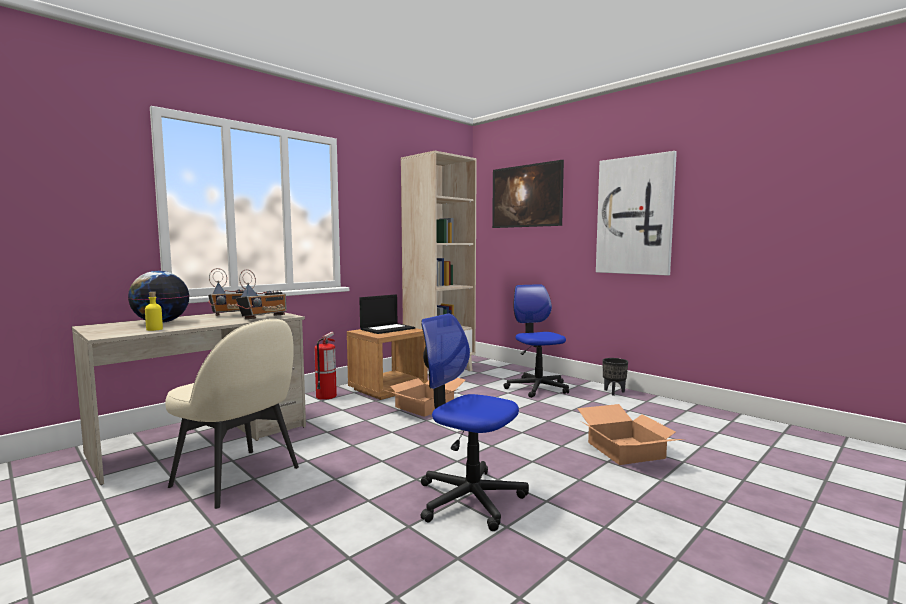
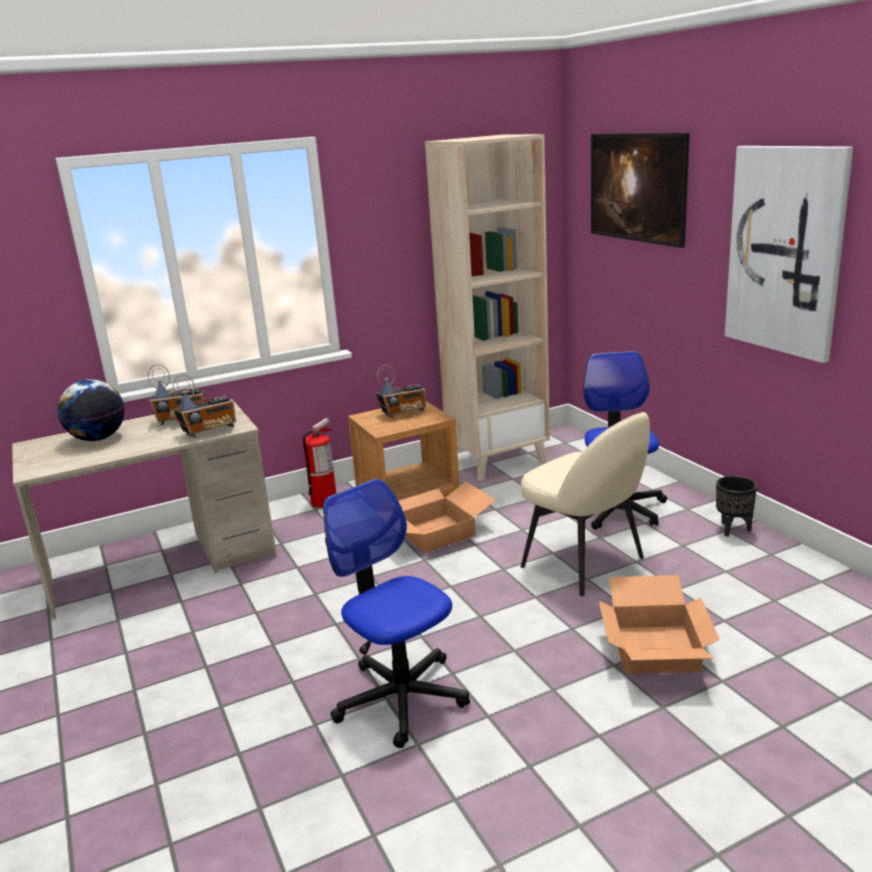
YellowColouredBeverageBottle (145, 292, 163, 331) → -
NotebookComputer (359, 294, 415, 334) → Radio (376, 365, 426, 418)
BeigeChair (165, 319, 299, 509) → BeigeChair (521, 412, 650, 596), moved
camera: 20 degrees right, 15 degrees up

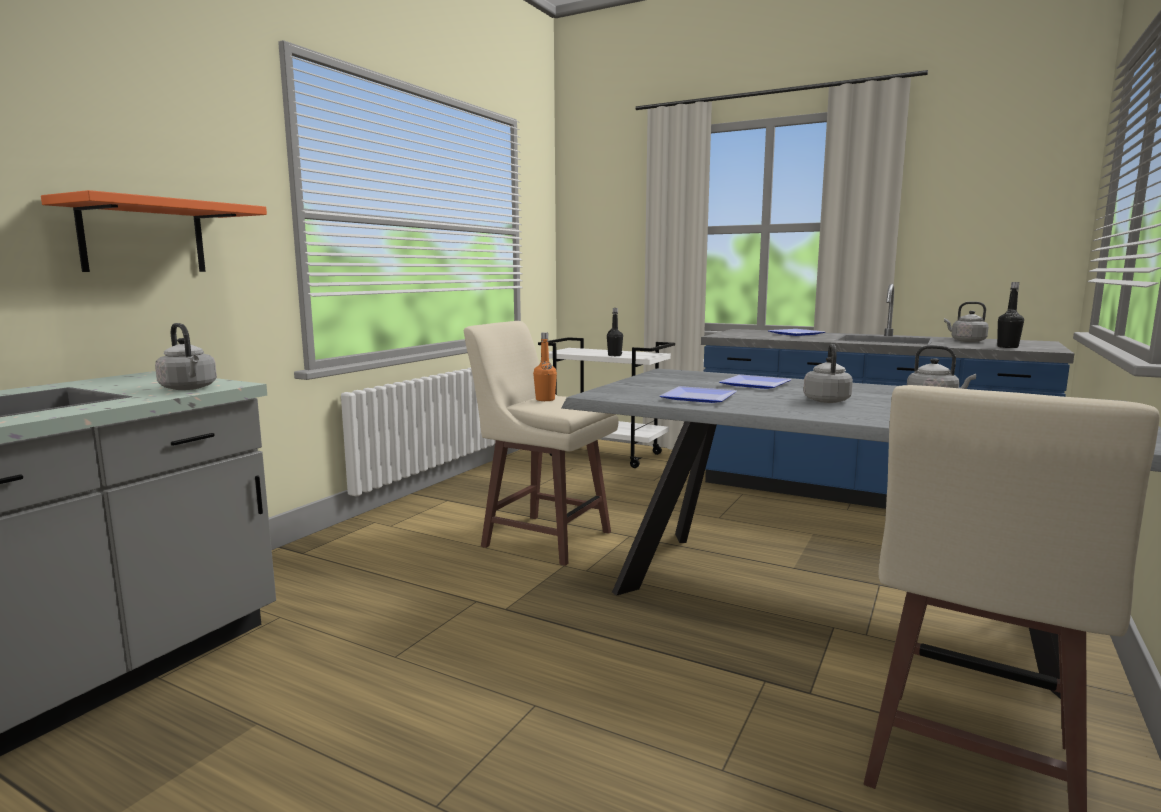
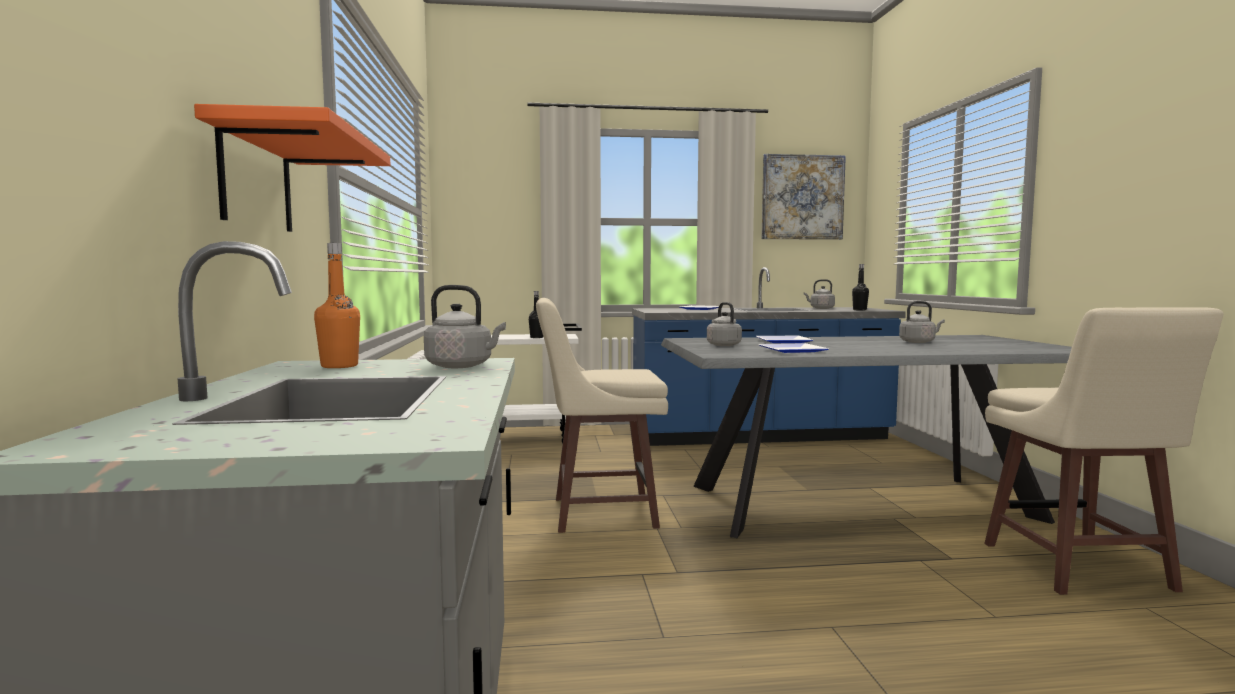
OrangeColouredBeverageBottle (533, 332, 557, 401) → OrangeColouredBeverageBottle (314, 243, 360, 368), moved
GreyWaterKettle (803, 344, 853, 403) → GreyWaterKettle (707, 302, 742, 346), moved
- → WallPicture (762, 154, 846, 240)
camera: 35 degrees left, 5 degrees down

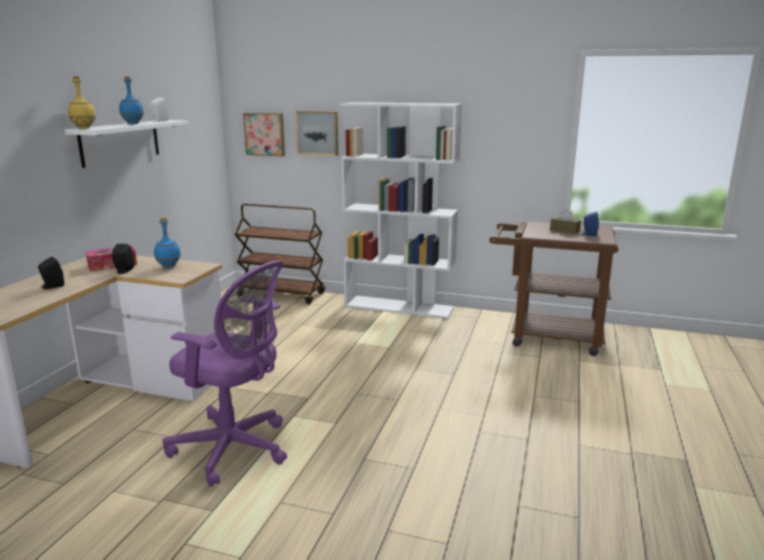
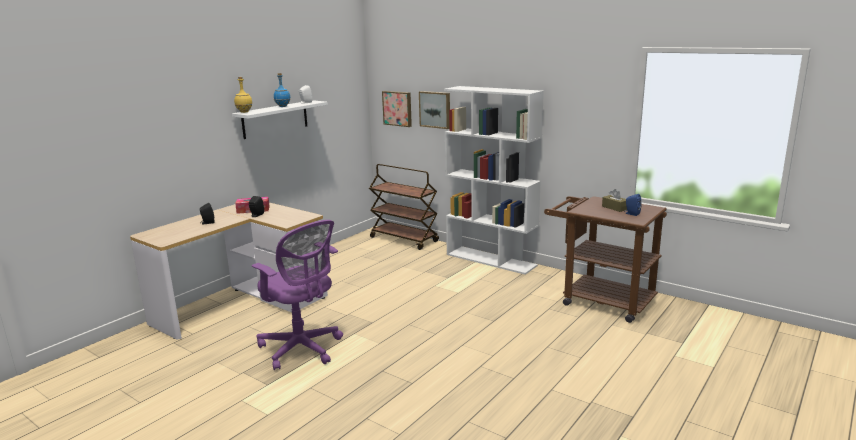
BluishBeverageBottle (154, 217, 181, 268) → -
camera: 20 degrees right, 0 degrees up

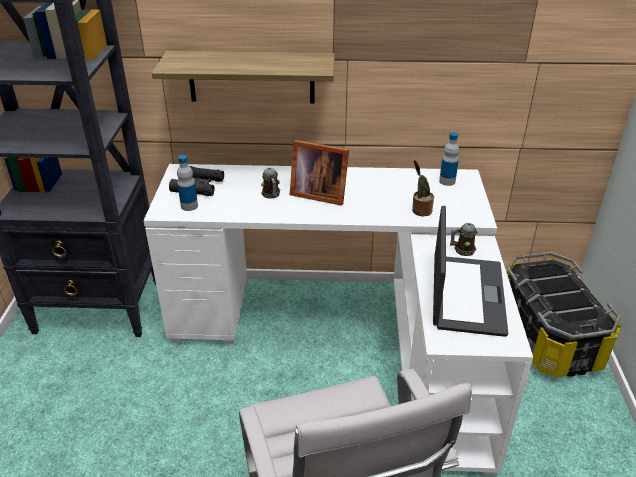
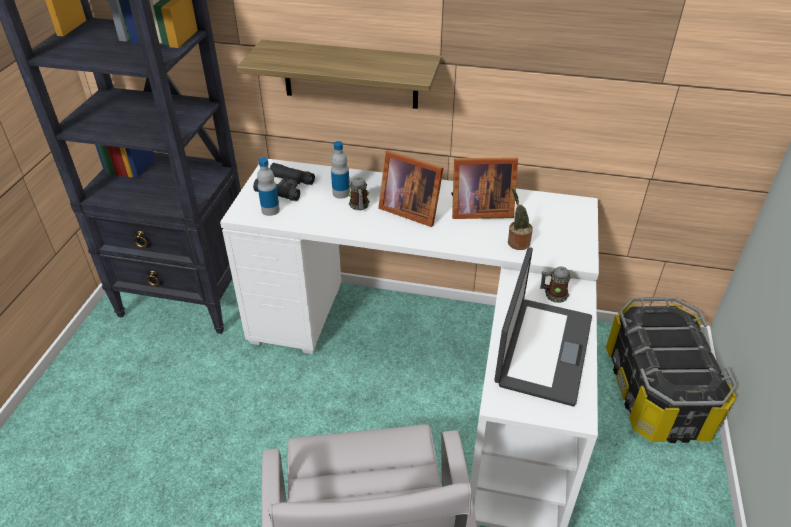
BeverageBottle (439, 132, 459, 186) → BeverageBottle (331, 141, 350, 199), moved
- → PhotoFrame (451, 157, 518, 219)
camera: 10 degrees right, 5 degrees up

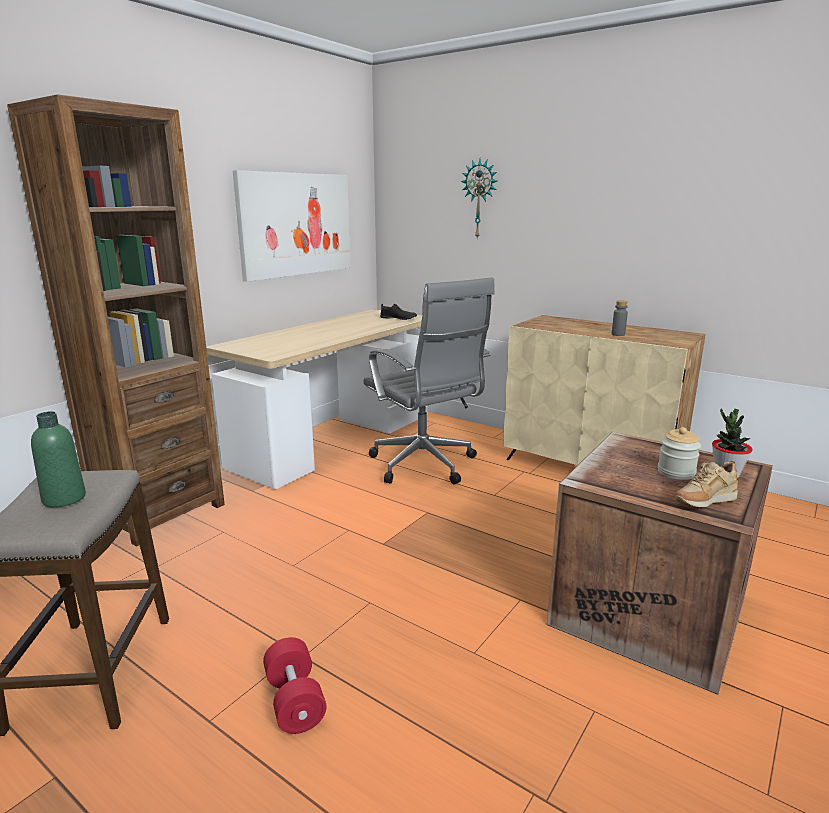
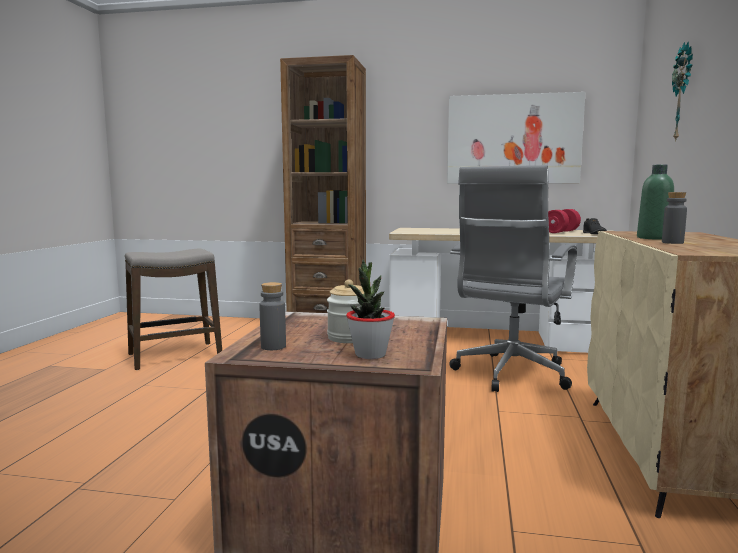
GreenBeverageBottle (31, 411, 86, 508) → GreenBeverageBottle (637, 164, 674, 240), moved
BeigeShoe (675, 461, 738, 507) → GreyBeverageBottle (259, 282, 286, 350)
RedColouredFreeWeight (263, 637, 326, 734) → RedColouredFreeWeight (548, 209, 581, 233), moved
camera: 65 degrees right, 10 degrees down

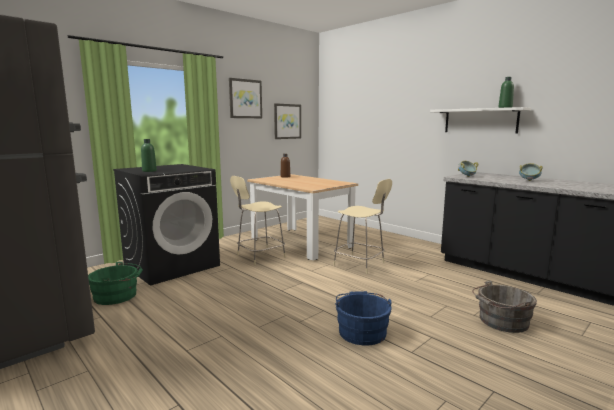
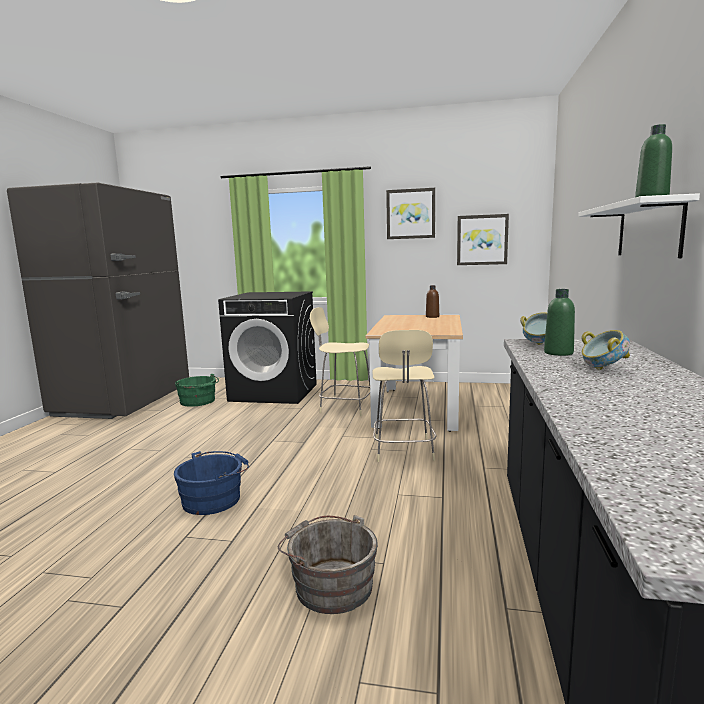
GreenBeverageBottle (141, 139, 157, 172) → GreenBeverageBottle (544, 289, 575, 356), moved
camera: 55 degrees right, 0 degrees up

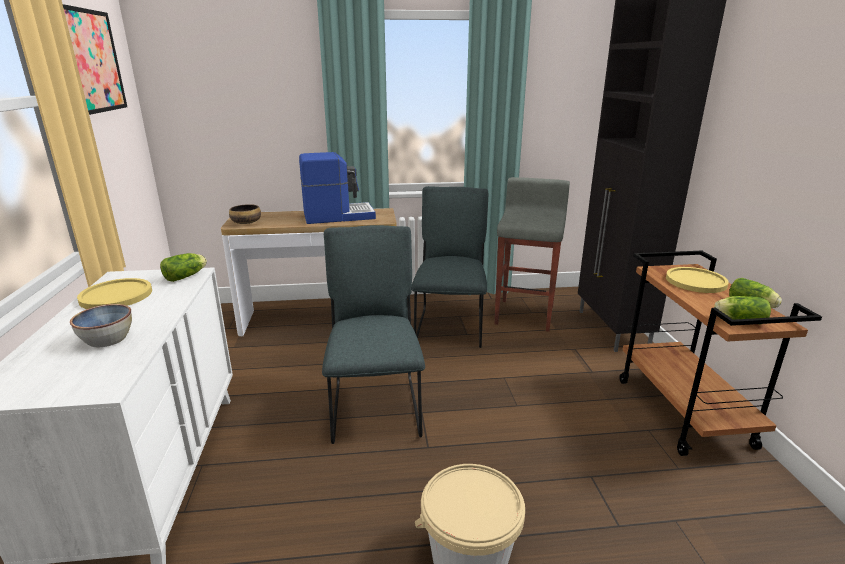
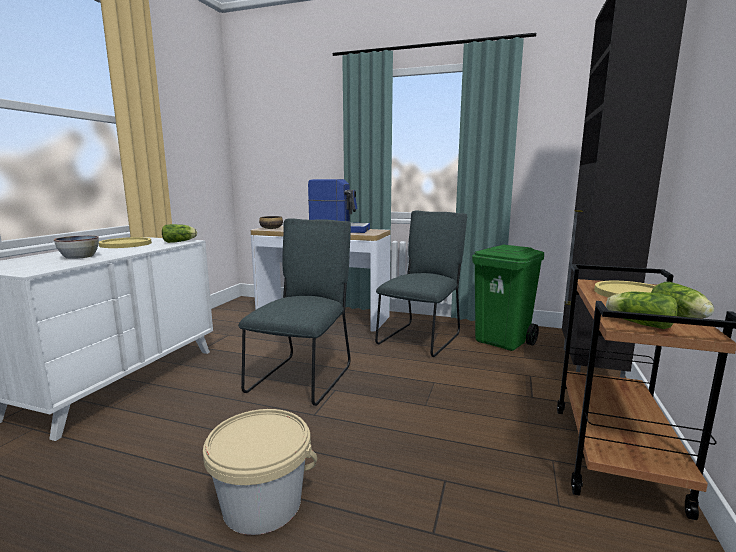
WallPicture (63, 4, 127, 115) → -
GreyStool (494, 177, 570, 332) → GreenWasteBin (472, 245, 544, 351)
camera: 25 degrees right, 10 degrees down

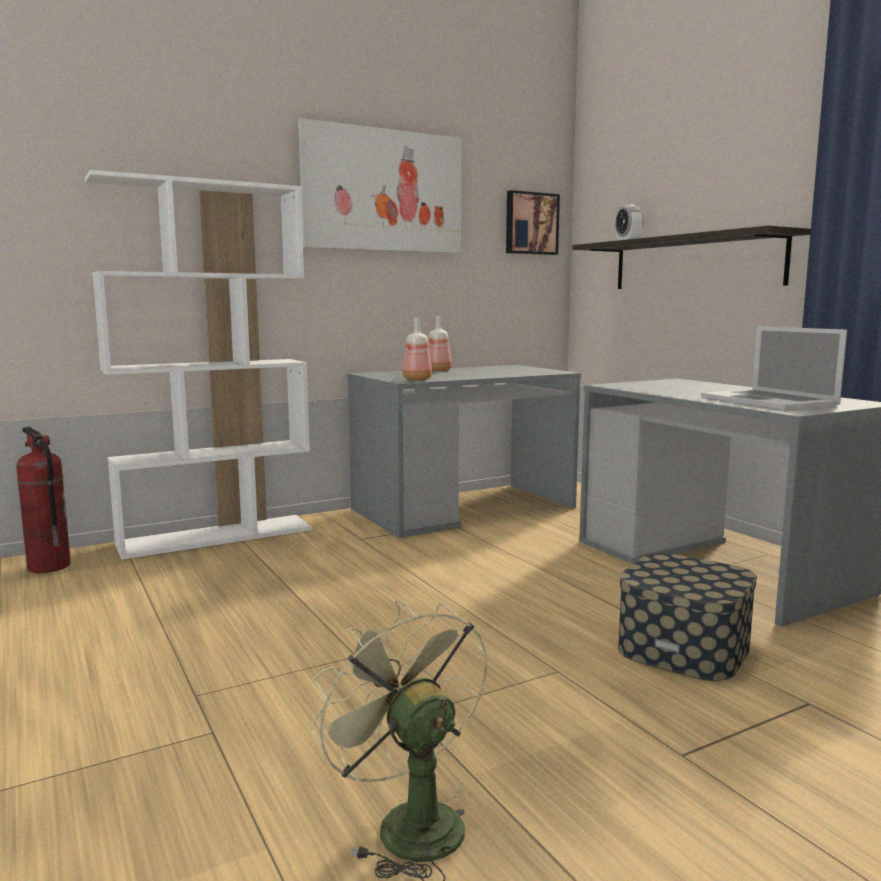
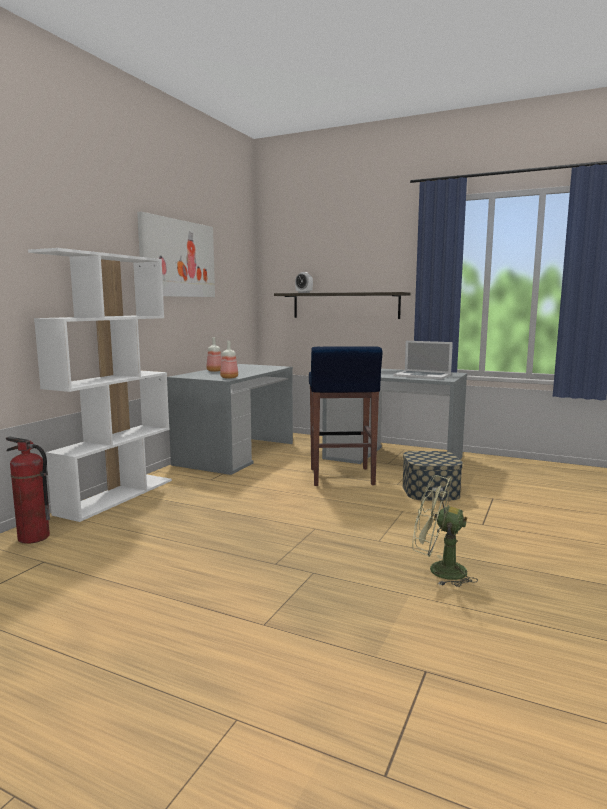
WallPicture (506, 190, 560, 255) → -
- → BluishStool (309, 346, 383, 486)
camera: 35 degrees left, 0 degrees up

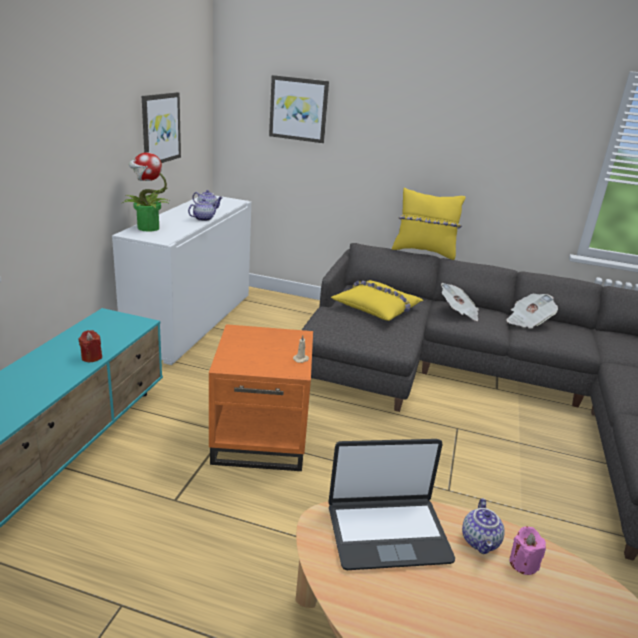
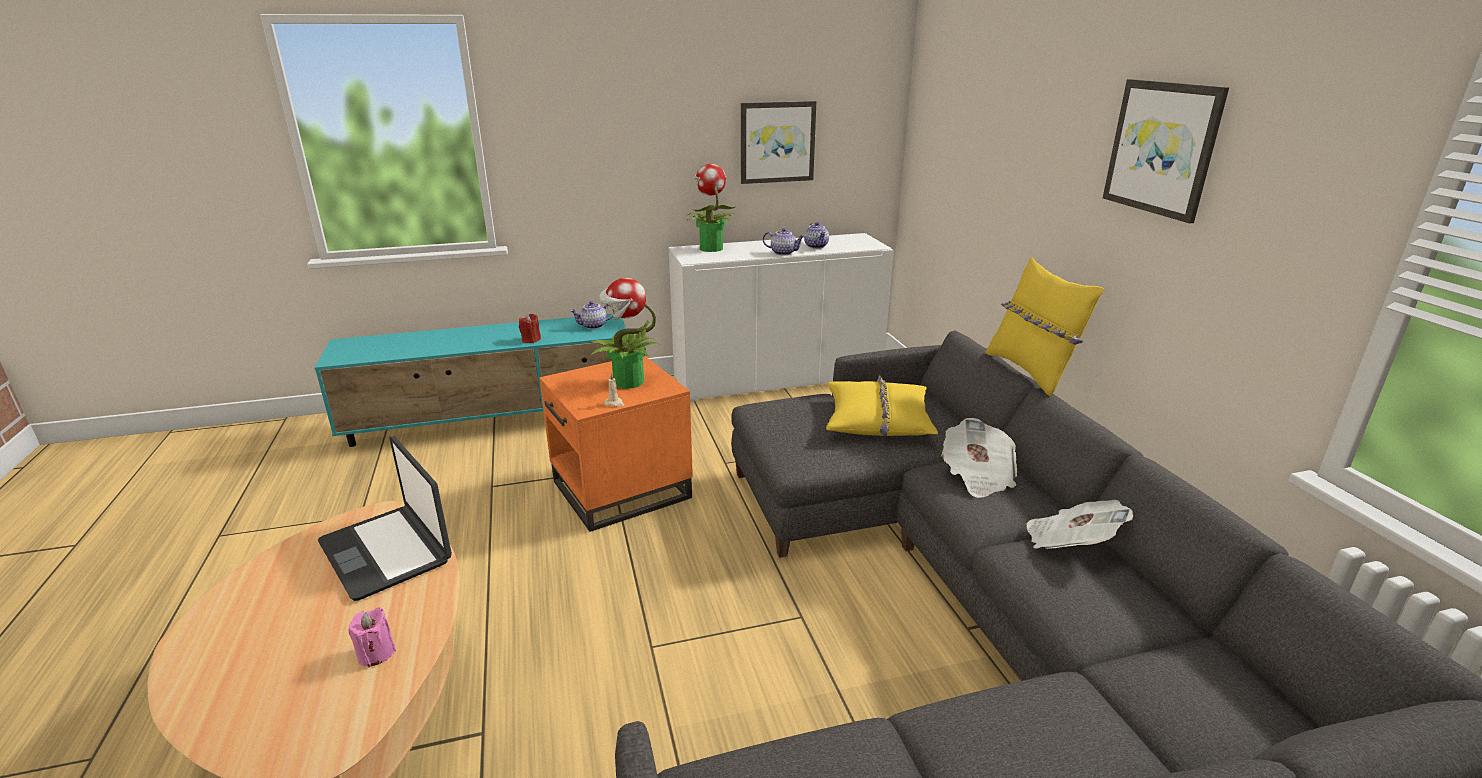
WallPicture (269, 75, 329, 143) → WallPicture (1103, 79, 1229, 223), moved
TeaPot (462, 498, 504, 554) → TeaPot (570, 301, 614, 329), moved
- → PlantInAPot (590, 278, 660, 389)
camera: 60 degrees right, 0 degrees up

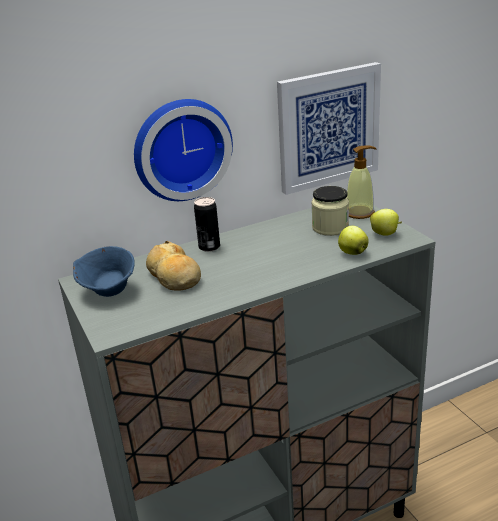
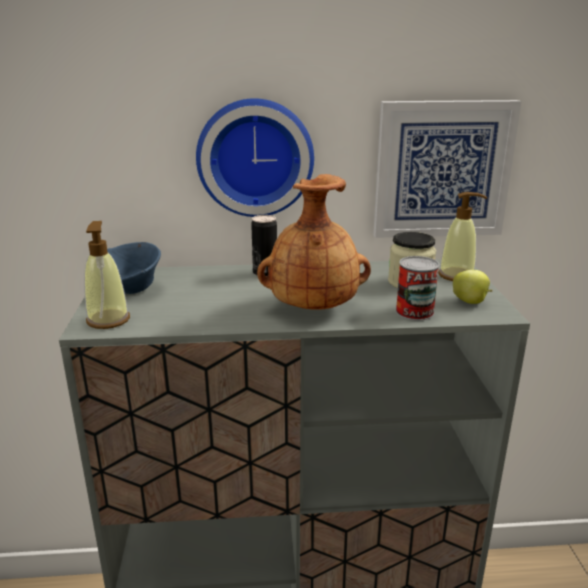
AppleFruit (338, 226, 369, 255) → MetalCan (396, 256, 439, 321)
BakeryBread (146, 241, 201, 291) → -
- → BrownColouredDecorativeVase (257, 174, 371, 310)
- → SoapDispenser (84, 221, 130, 329)
camera: 20 degrees right, 5 degrees down

